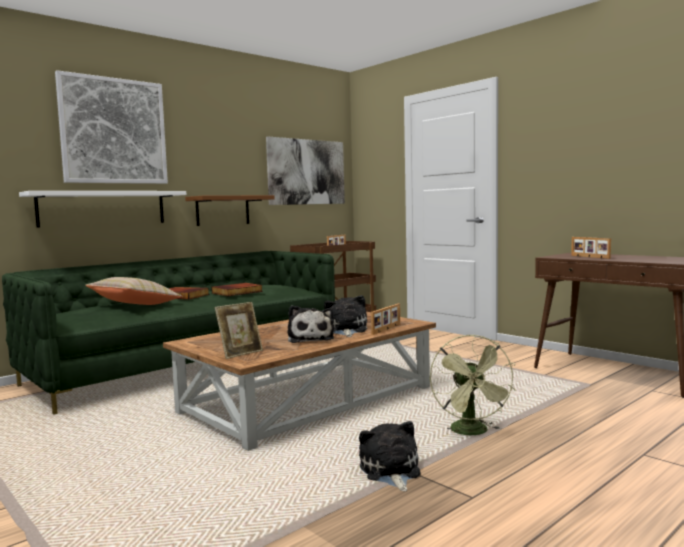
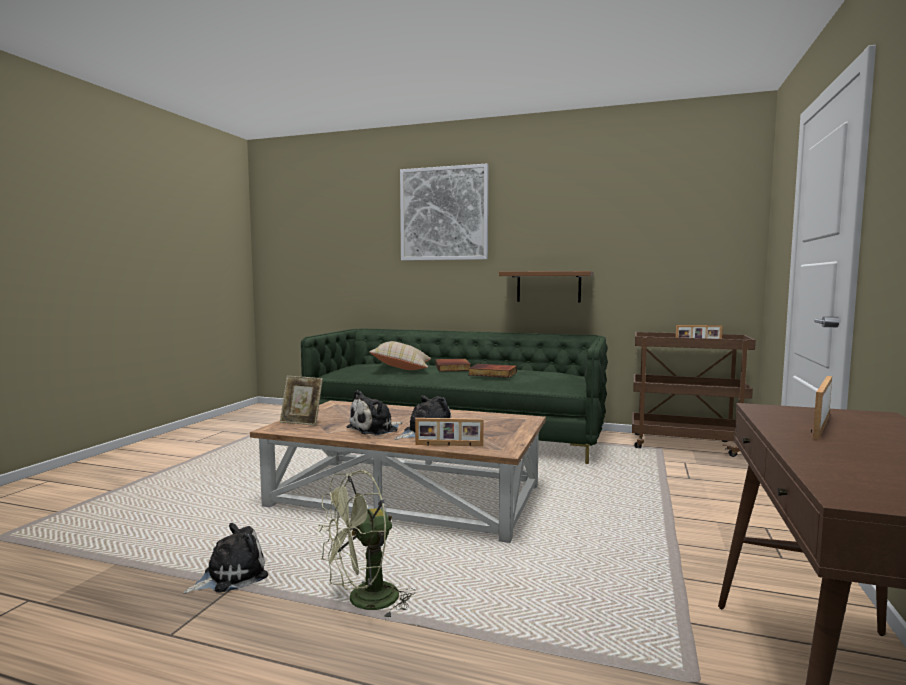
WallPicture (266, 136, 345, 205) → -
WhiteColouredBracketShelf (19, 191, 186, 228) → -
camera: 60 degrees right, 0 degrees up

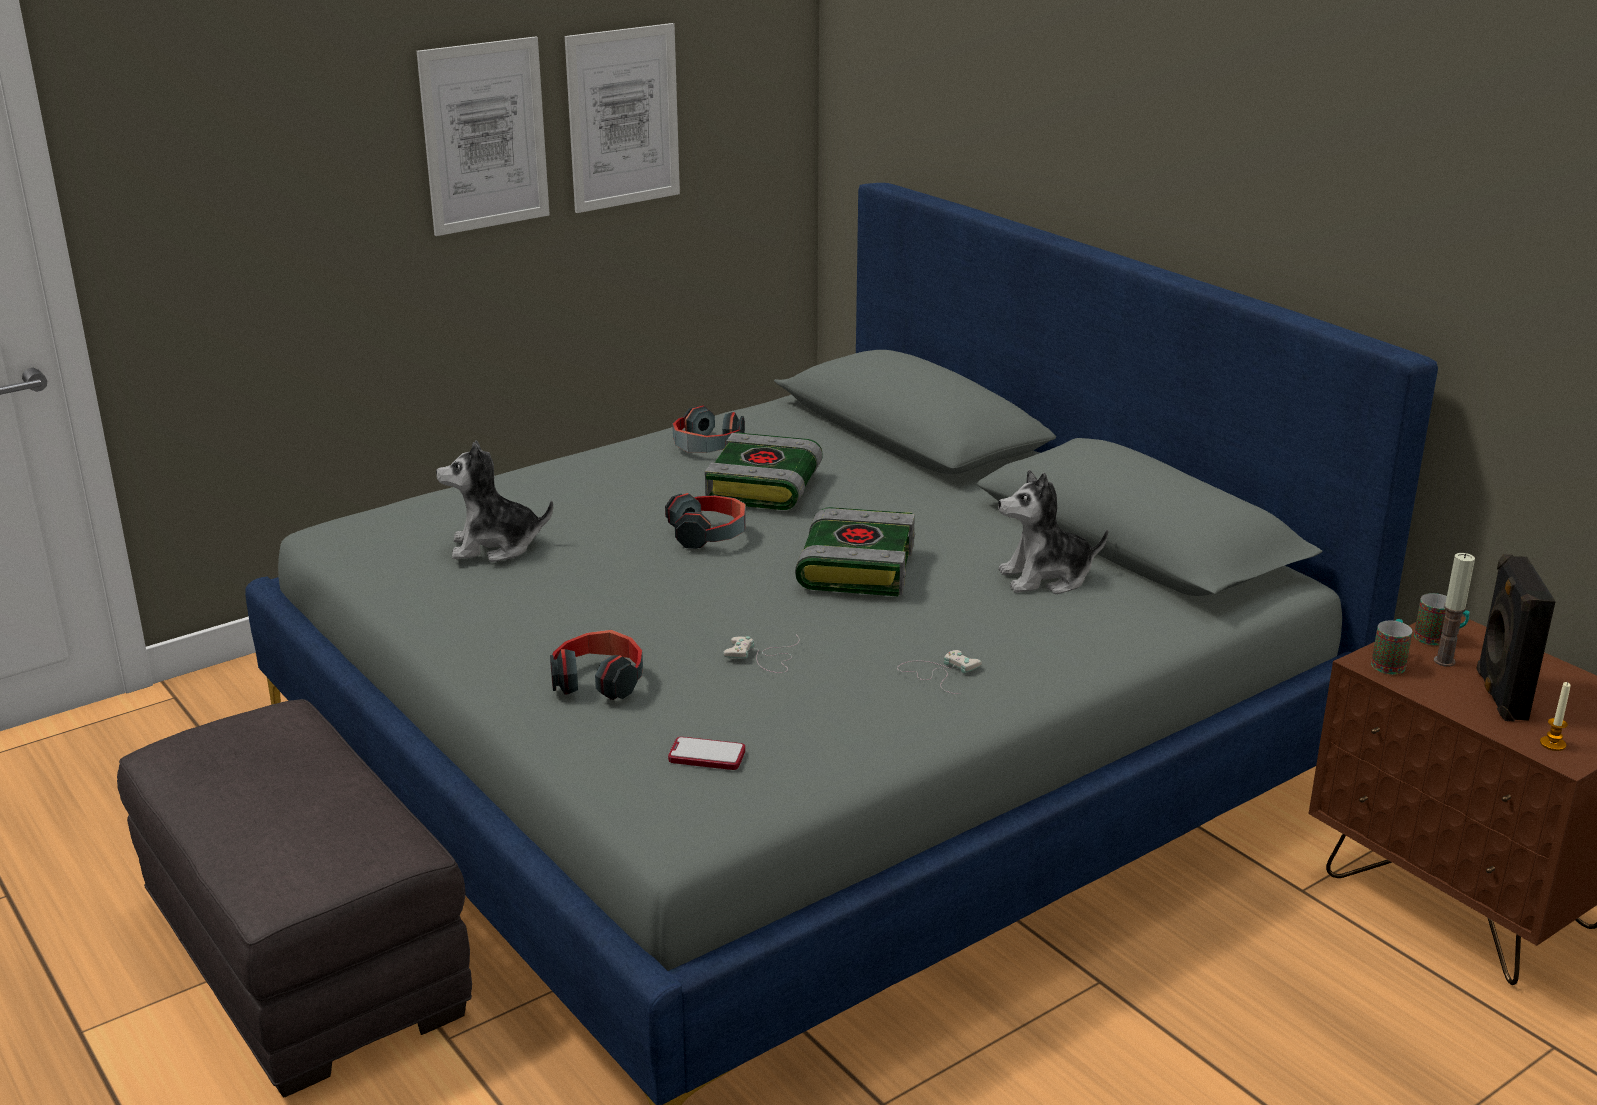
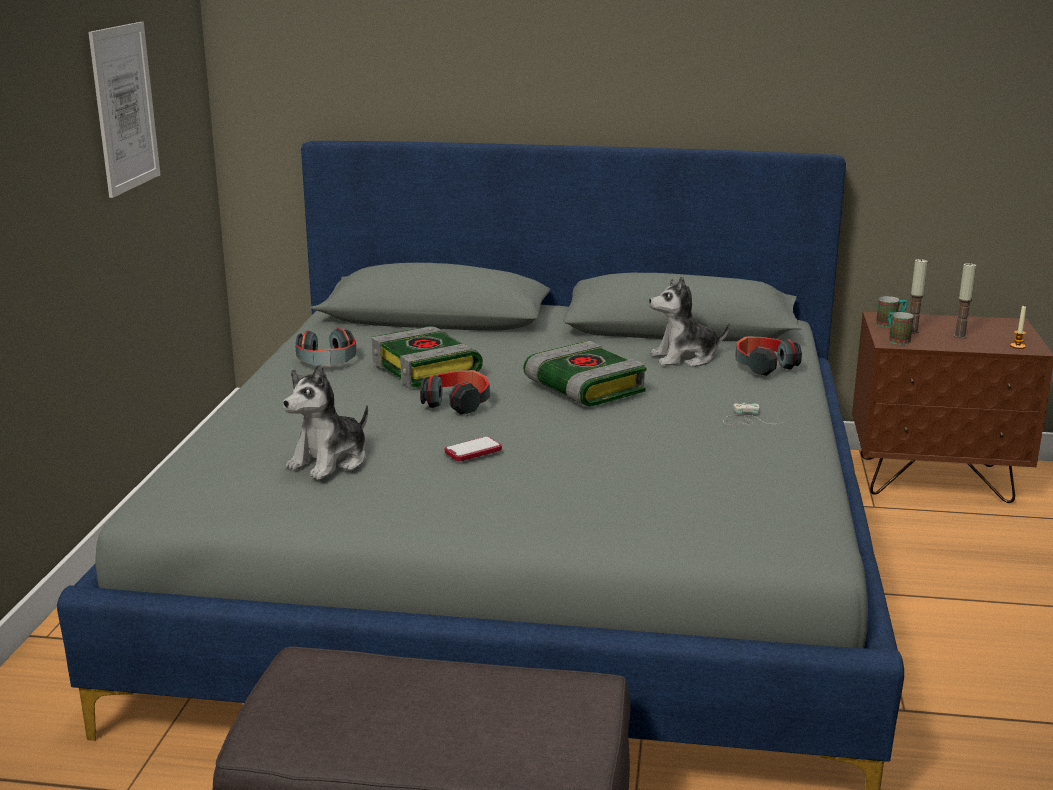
WallPicture (417, 36, 550, 236) → -
SoftToy (998, 470, 1108, 594) → SoftToy (649, 277, 730, 367), 45 degrees clockwise
BlackColouredLoudspeaker (1476, 554, 1556, 721) → Candle (953, 262, 976, 339)
Headphones (550, 630, 643, 700) → Headphones (735, 337, 802, 376), moved
WhiteColouredGamepad (723, 636, 799, 673) → -
Telephone (668, 737, 745, 770) → Telephone (445, 437, 502, 461), moved
camera: 45 degrees left, 5 degrees down

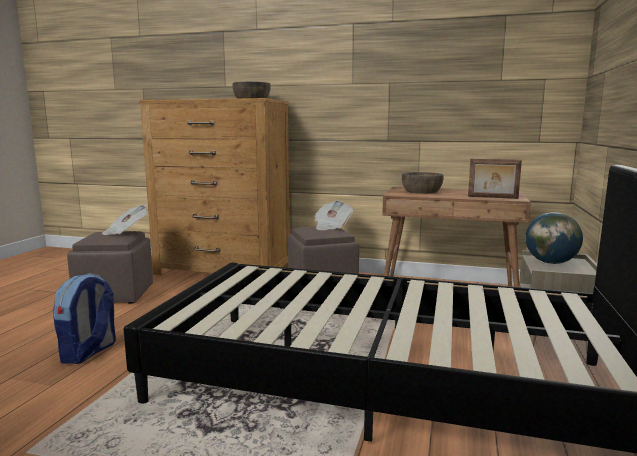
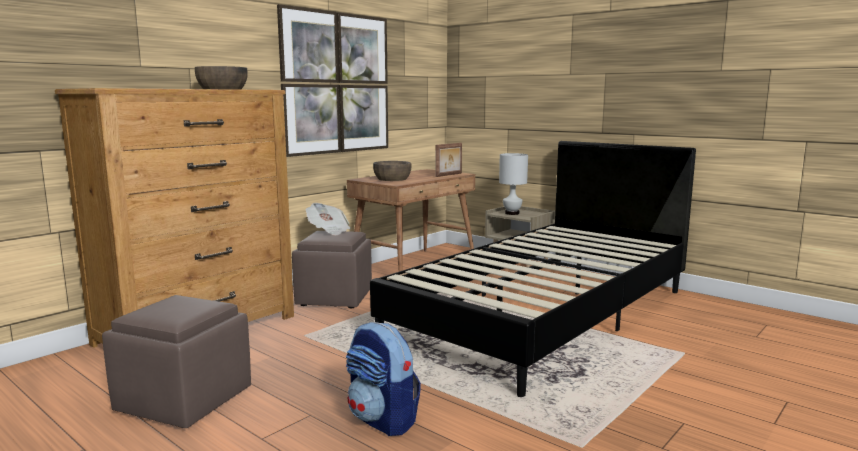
DailyPaper (102, 205, 148, 235) → -
DeskGlobe (525, 212, 583, 264) → WhiteColouredTabletopLamp (499, 153, 528, 215)
- → WallPicture (277, 4, 388, 157)
camera: 65 degrees left, 0 degrees up

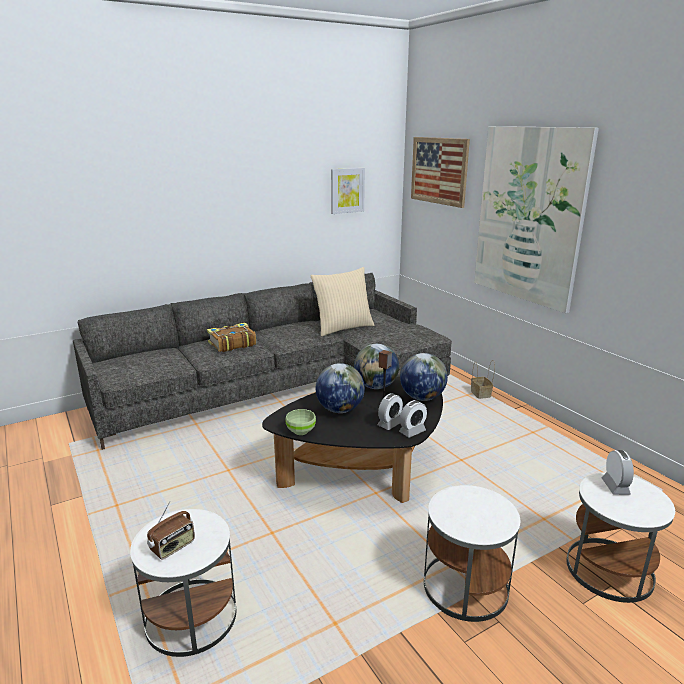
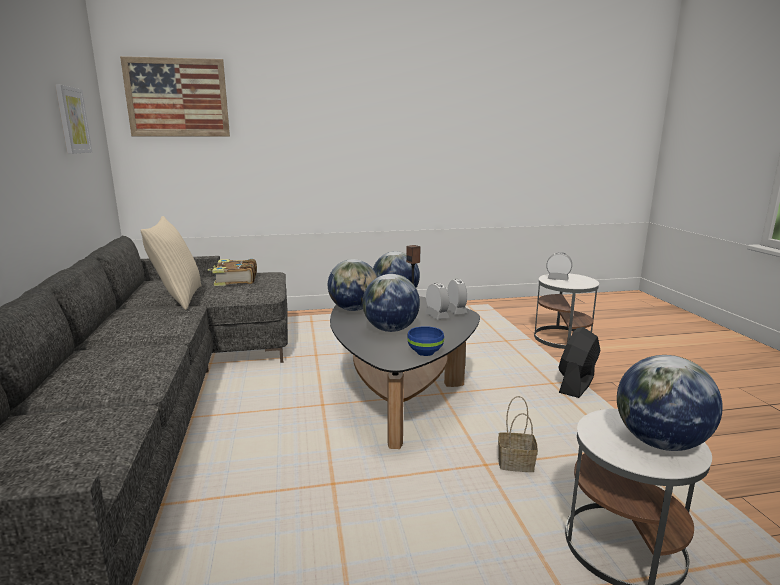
WallPicture (474, 126, 599, 313) → -
Book (207, 323, 256, 352) → Book (208, 259, 257, 286), moved
HouseholdBasket (471, 360, 495, 399) → HouseholdBasket (498, 396, 538, 472), moved
GreenBowl (285, 409, 316, 435) → BluishBowl (407, 326, 444, 356)
WhiteColouredAccentTable (424, 485, 520, 622) → BlackColouredCoolingFan (558, 327, 600, 398)
Radio (147, 501, 195, 560) → DeskGlobe (617, 355, 723, 451)
camera: 70 degrees left, 5 degrees down

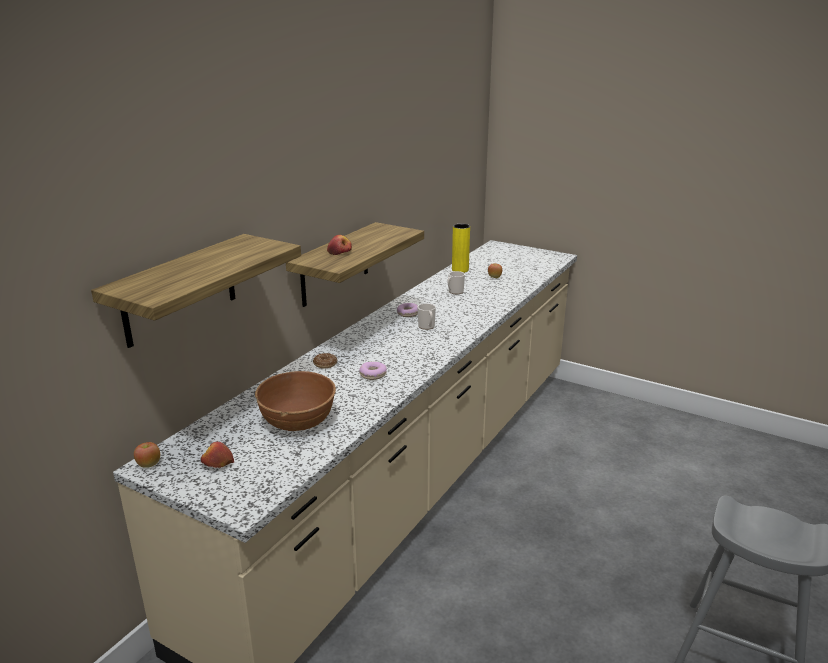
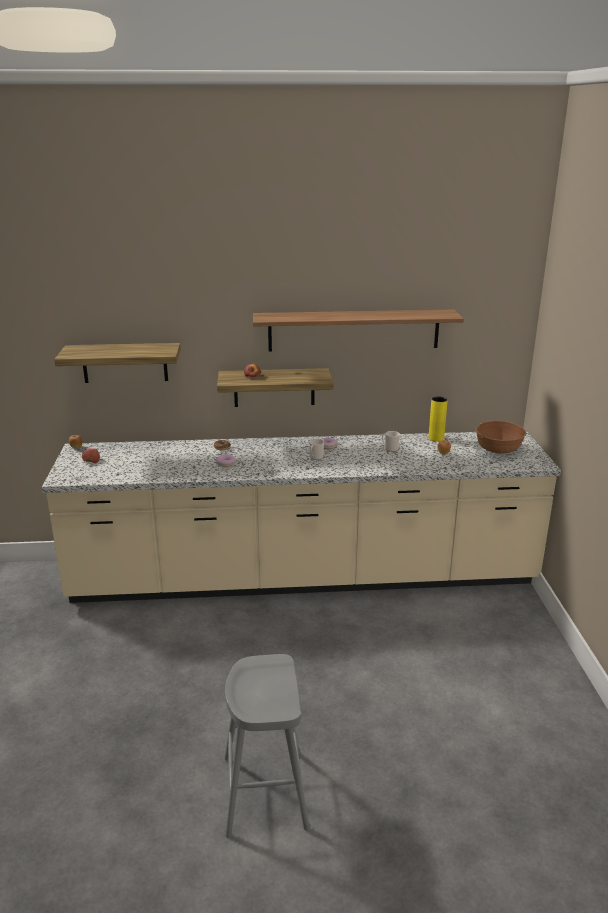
BrownColouredBowl (255, 371, 336, 431) → BrownColouredBowl (476, 421, 526, 454), moved
- → BracketShelf (253, 309, 464, 352)
camera: 55 degrees right, 0 degrees up

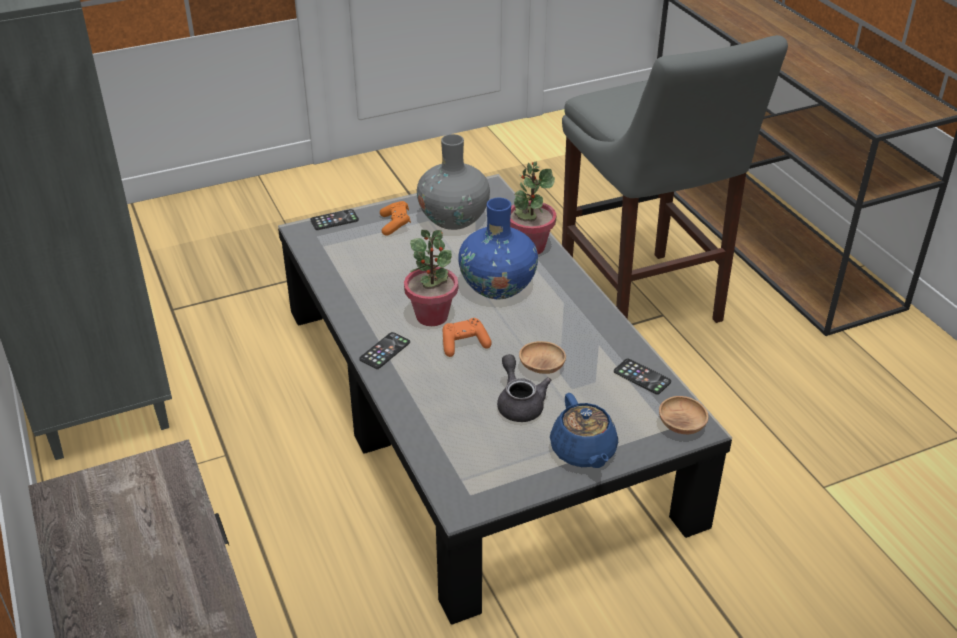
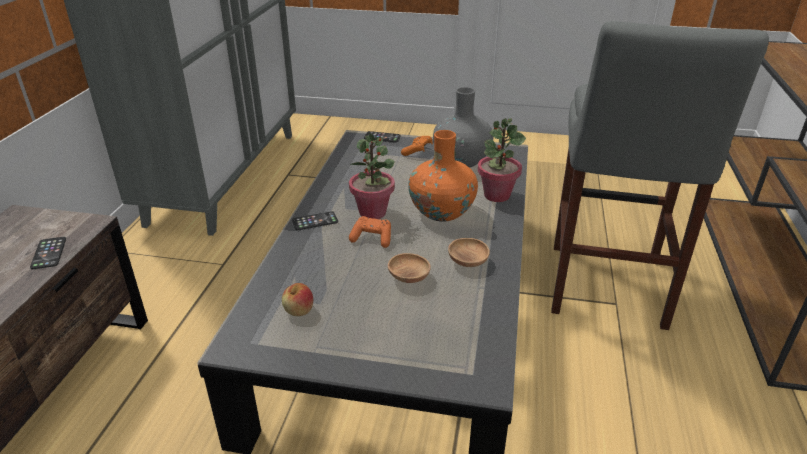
BluishDecorativeVase (458, 198, 538, 299) → OrangeColouredDecorativeVase (408, 130, 478, 222)
GreyTeaPot (497, 354, 551, 422) → -
Telephone (614, 359, 671, 394) → Telephone (30, 237, 66, 269), moved
BluishTeaPot (550, 393, 618, 468) → -
BrownColouredBowl (659, 396, 708, 434) → BrownColouredBowl (448, 238, 490, 267), moved
- → AppleFruit (282, 283, 313, 316)
camera: 35 degrees right, 5 degrees down

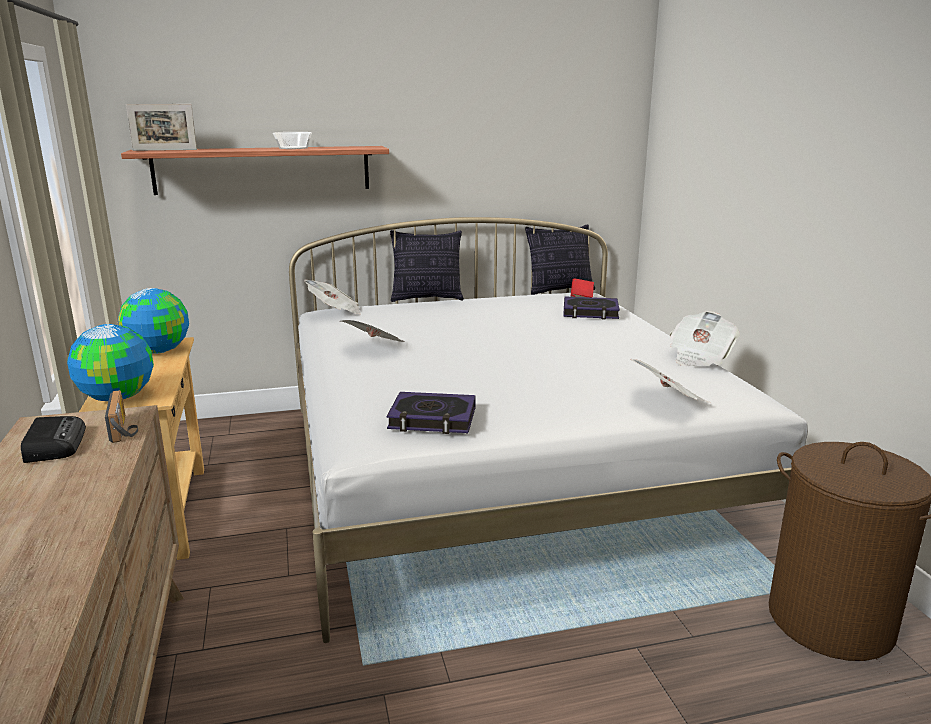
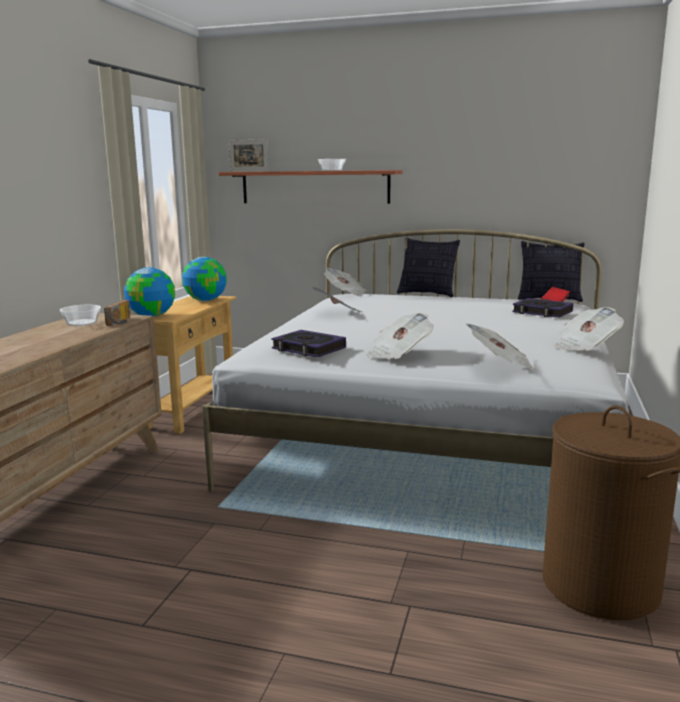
Radio (21, 416, 86, 463) → Bowl (60, 305, 101, 326)
- → DailyPaper (367, 313, 434, 359)
camera: 30 degrees right, 5 degrees down

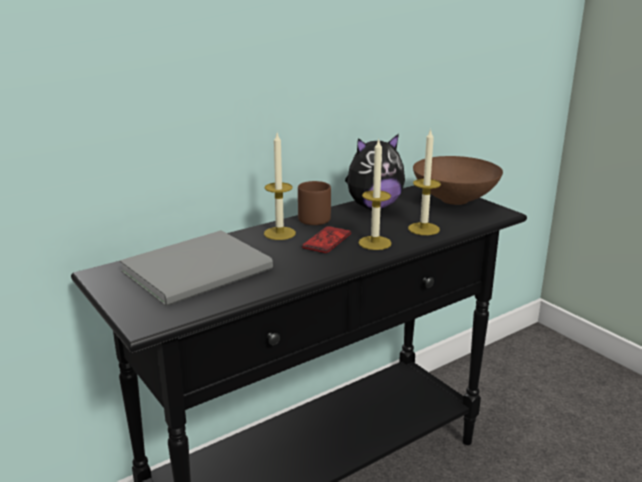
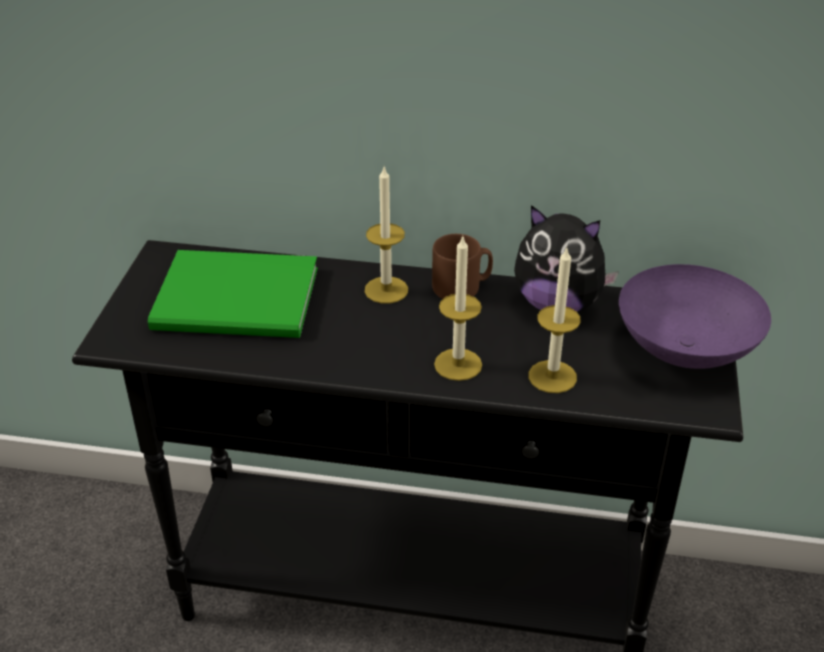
BrownColouredBowl (413, 156, 503, 205) → PurpleColouredBowl (619, 264, 771, 369)
Telephone (302, 226, 351, 253) → -
GreyBook (120, 230, 273, 306) → GreenBook (148, 250, 318, 338)
camera: 45 degrees right, 15 degrees up

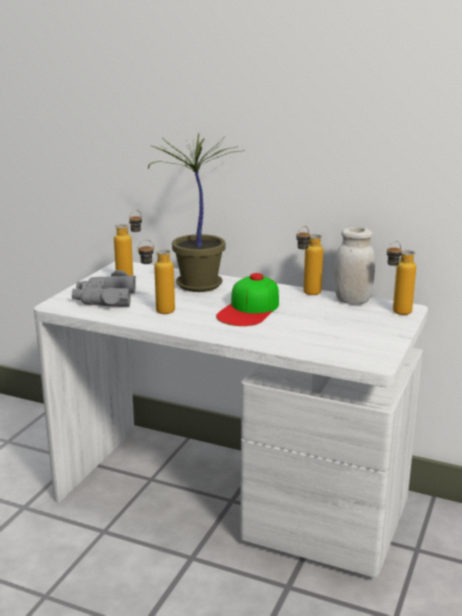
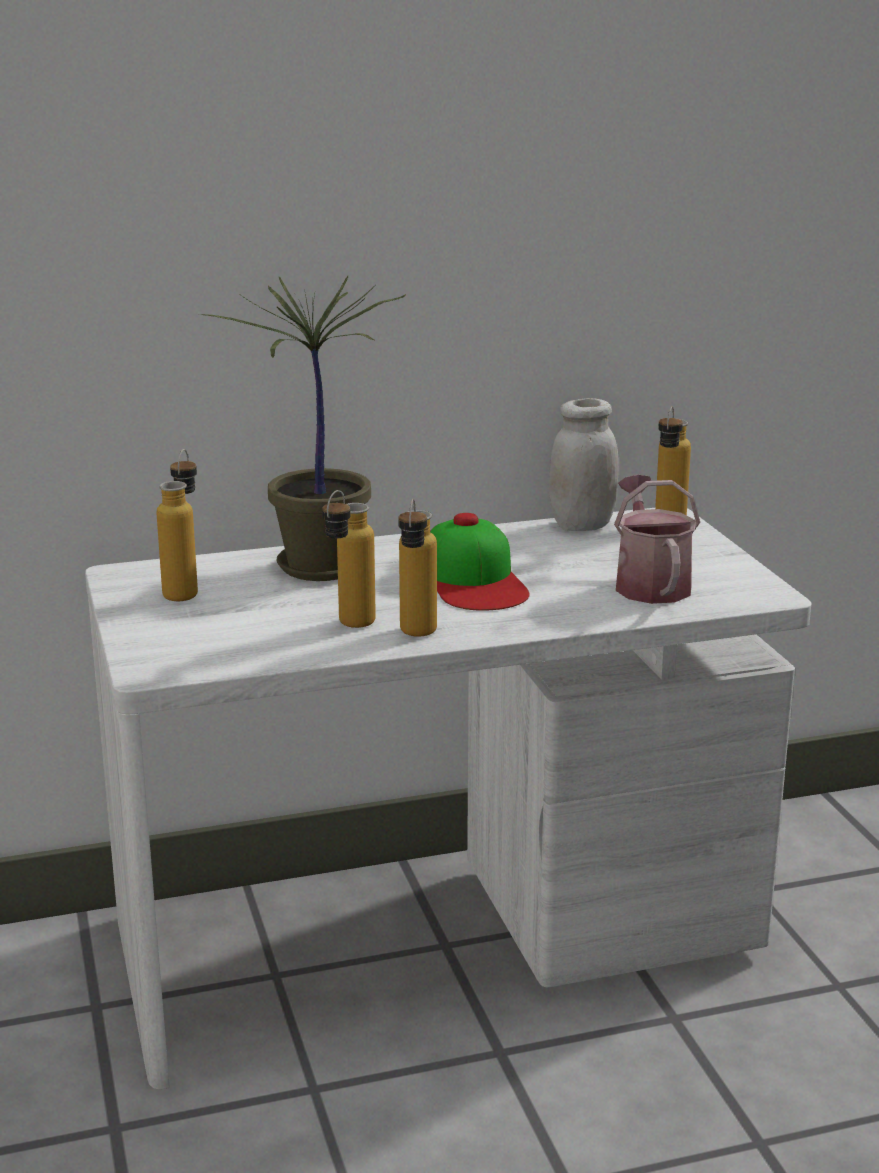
BeverageBottle (297, 226, 323, 295) → BeverageBottle (398, 499, 437, 637), moved
GreyFieldGlasses (72, 270, 136, 307) → -
- → WateringCan (614, 475, 700, 604)
camera: 40 degrees left, 0 degrees up

